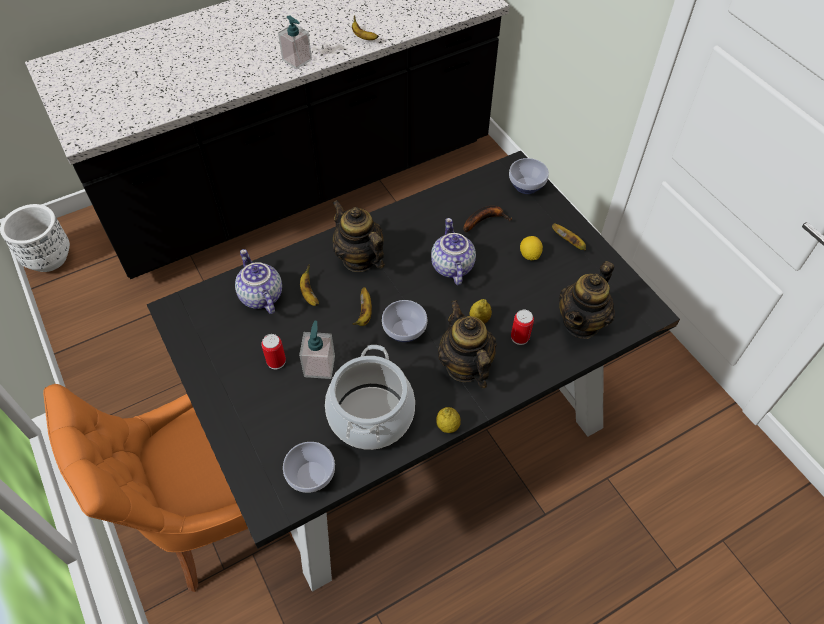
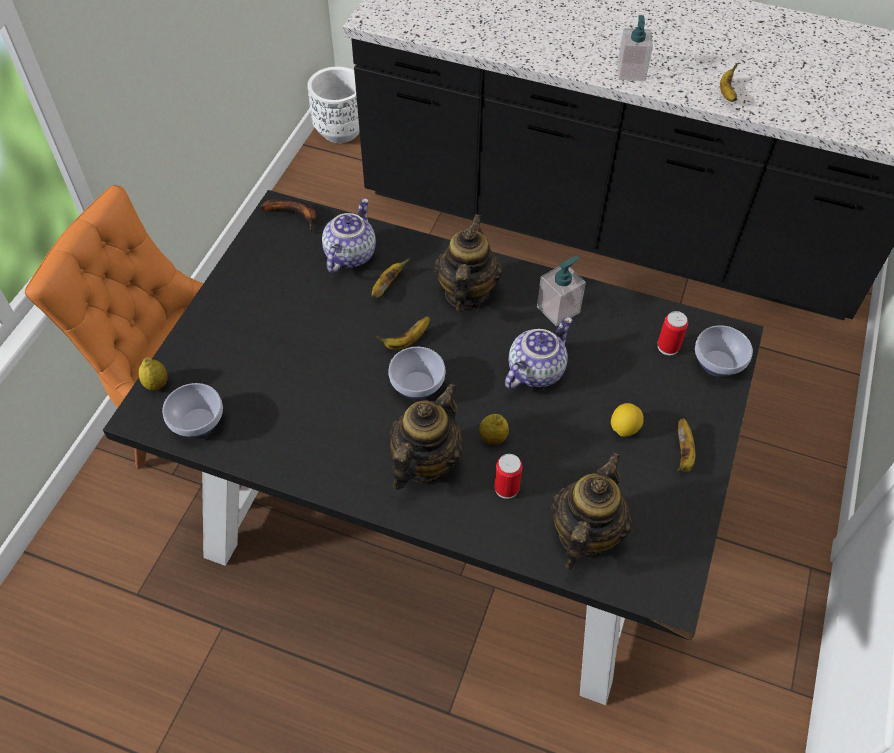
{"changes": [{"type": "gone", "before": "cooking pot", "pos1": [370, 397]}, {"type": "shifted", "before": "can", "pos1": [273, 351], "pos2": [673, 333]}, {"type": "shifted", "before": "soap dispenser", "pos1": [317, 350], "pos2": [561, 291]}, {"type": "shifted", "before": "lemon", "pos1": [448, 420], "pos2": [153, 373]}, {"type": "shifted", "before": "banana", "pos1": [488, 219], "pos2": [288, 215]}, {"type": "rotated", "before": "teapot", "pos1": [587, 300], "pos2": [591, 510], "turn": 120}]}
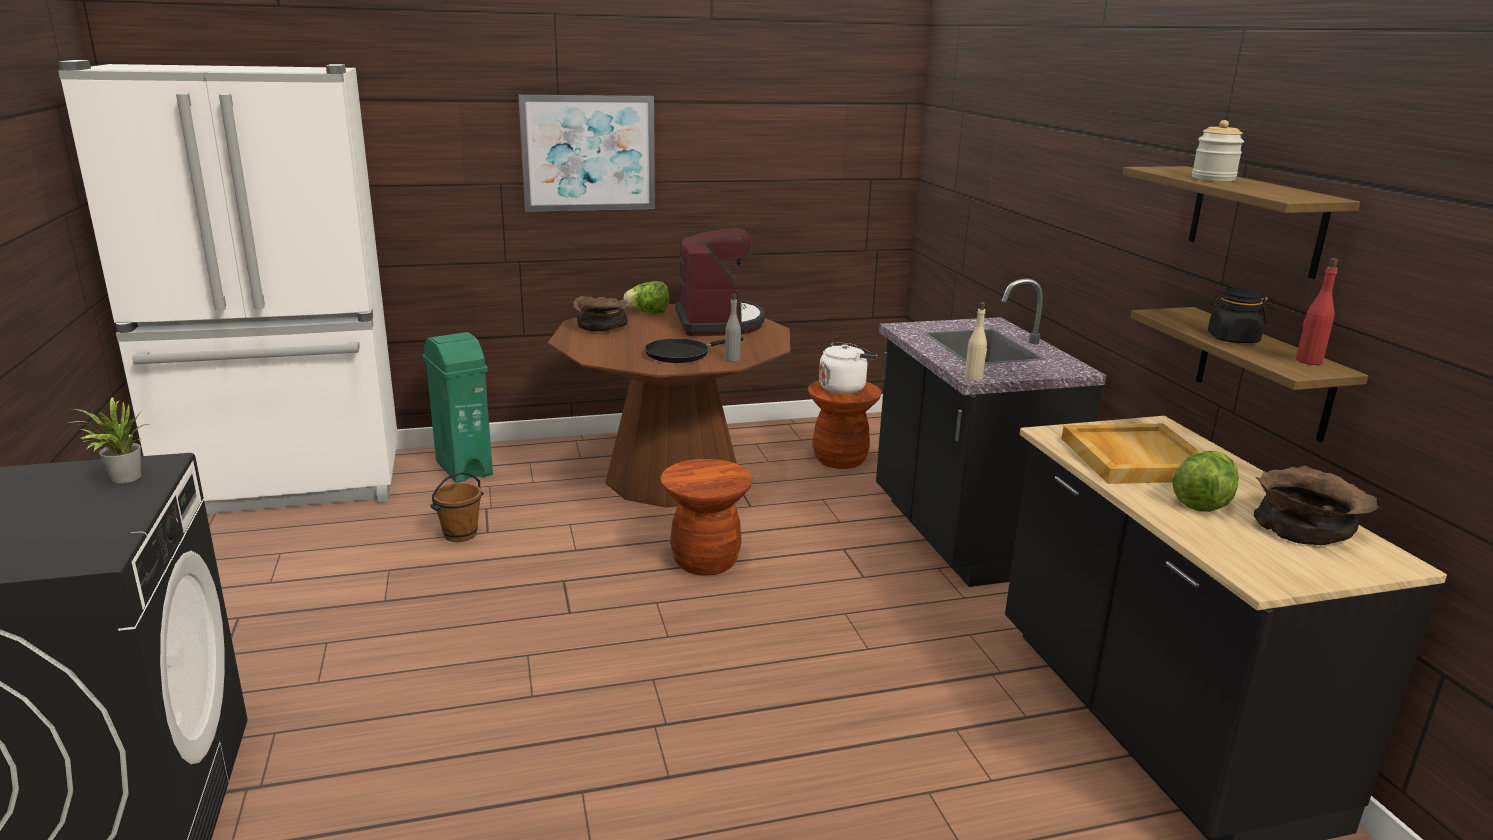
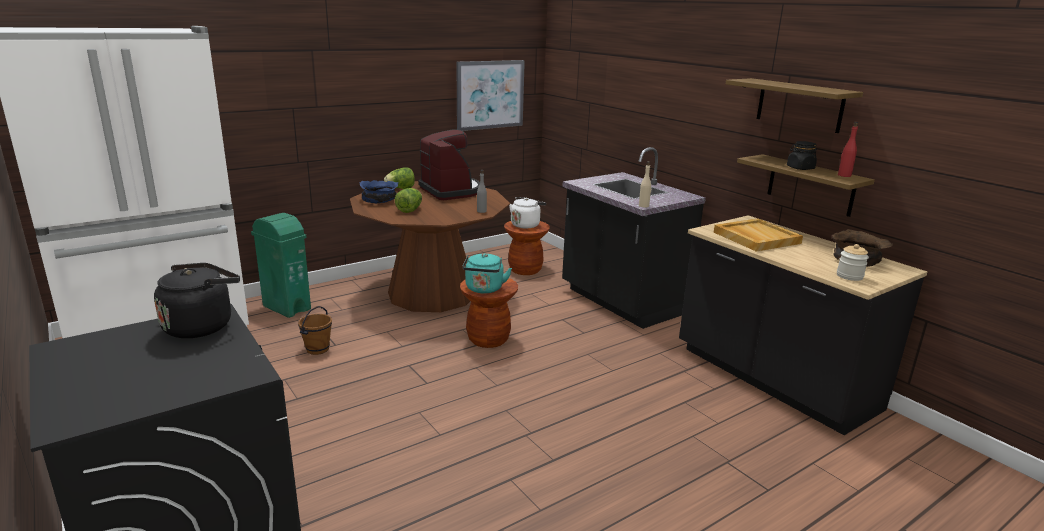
{"changes": [{"type": "gone", "before": "frying pan (black)", "pos1": [694, 350]}, {"type": "new", "after": "kettle (turquoise)", "pos2": [487, 273]}, {"type": "shifted", "before": "picture", "pos1": [586, 153], "pos2": [490, 95]}, {"type": "shifted", "before": "lettuce", "pos1": [1205, 481], "pos2": [408, 200]}, {"type": "shifted", "before": "jar", "pos1": [1218, 150], "pos2": [853, 262]}, {"type": "swapped", "before": "potted plant", "after": "kettle (black)", "pos1": [109, 440], "pos2": [197, 300]}, {"type": "repainted", "before": "bowl (brown)", "after": "bowl (blue)", "pos1": [603, 313], "pos2": [379, 191]}]}
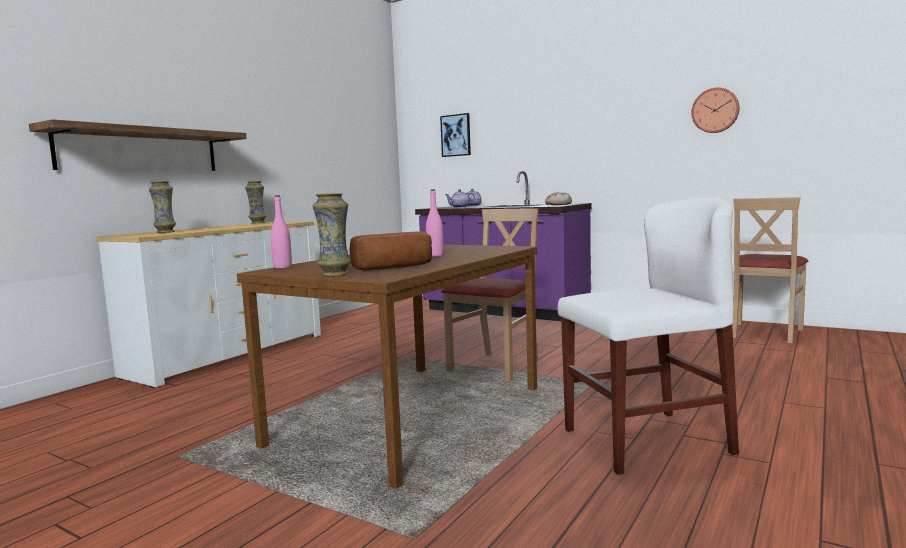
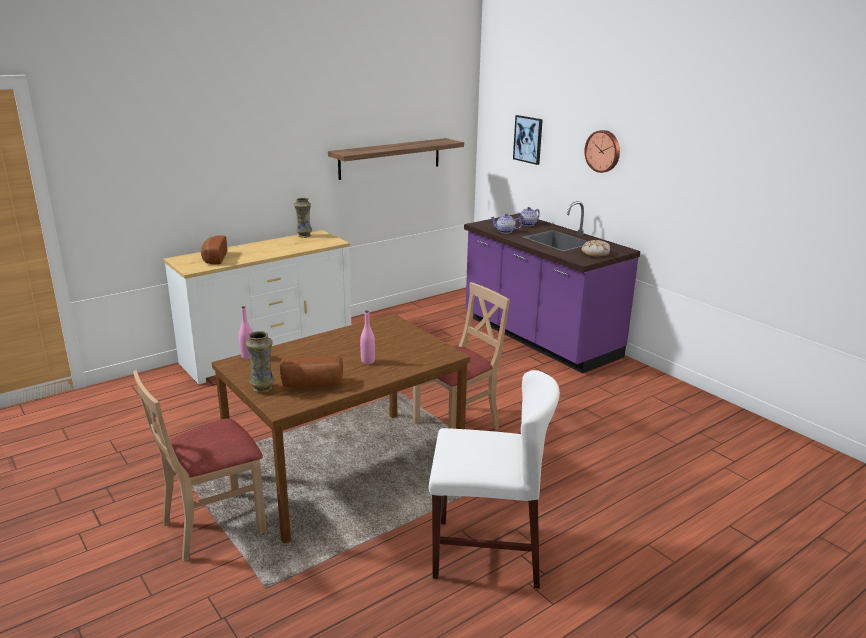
{"changes": [{"type": "shifted", "before": "shelf", "pos1": [138, 145], "pos2": [396, 159]}, {"type": "shifted", "before": "wall clock", "pos1": [715, 110], "pos2": [602, 151]}, {"type": "shifted", "before": "chair (beige)", "pos1": [770, 270], "pos2": [200, 466]}, {"type": "swapped", "before": "vase", "after": "bread", "pos1": [162, 207], "pos2": [214, 250]}]}
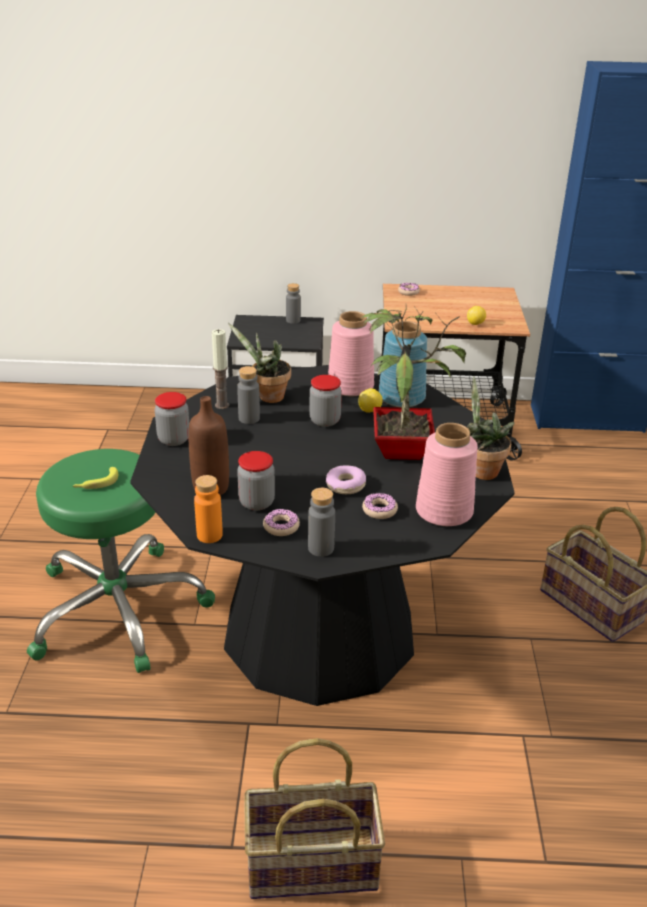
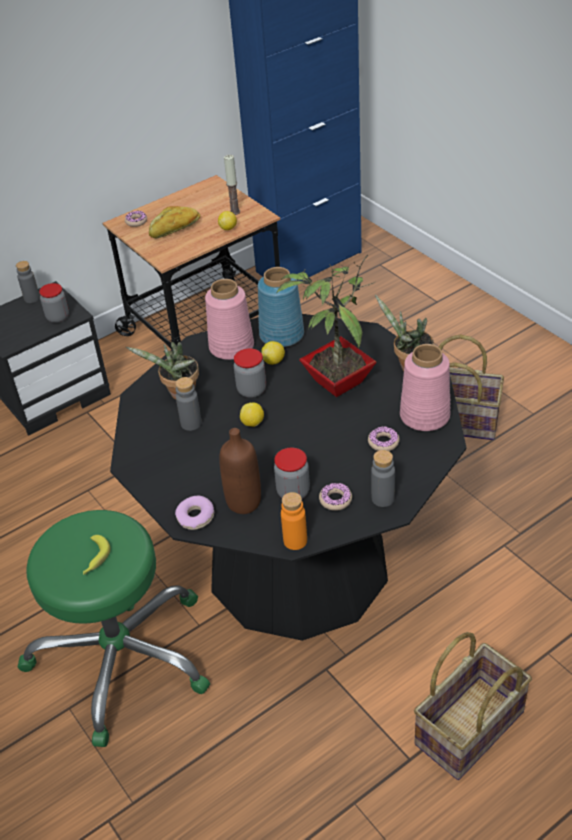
{"changes": [{"type": "new", "after": "bread", "pos2": [174, 222]}, {"type": "new", "after": "lemon", "pos2": [252, 414]}, {"type": "shifted", "before": "jar", "pos1": [172, 419], "pos2": [54, 303]}, {"type": "shifted", "before": "candle", "pos1": [220, 369], "pos2": [232, 185]}, {"type": "shifted", "before": "donut", "pos1": [346, 479], "pos2": [194, 513]}]}
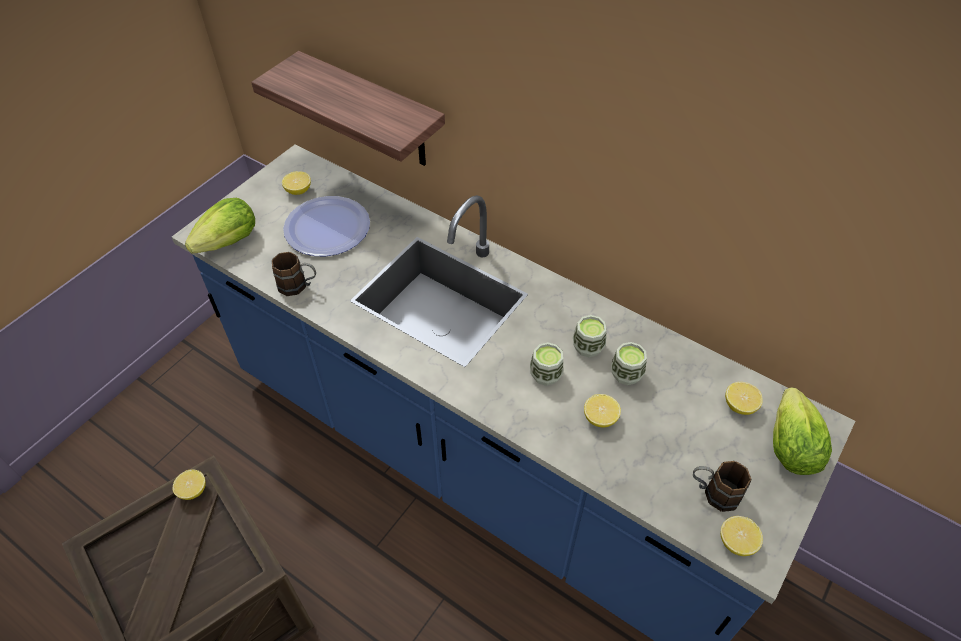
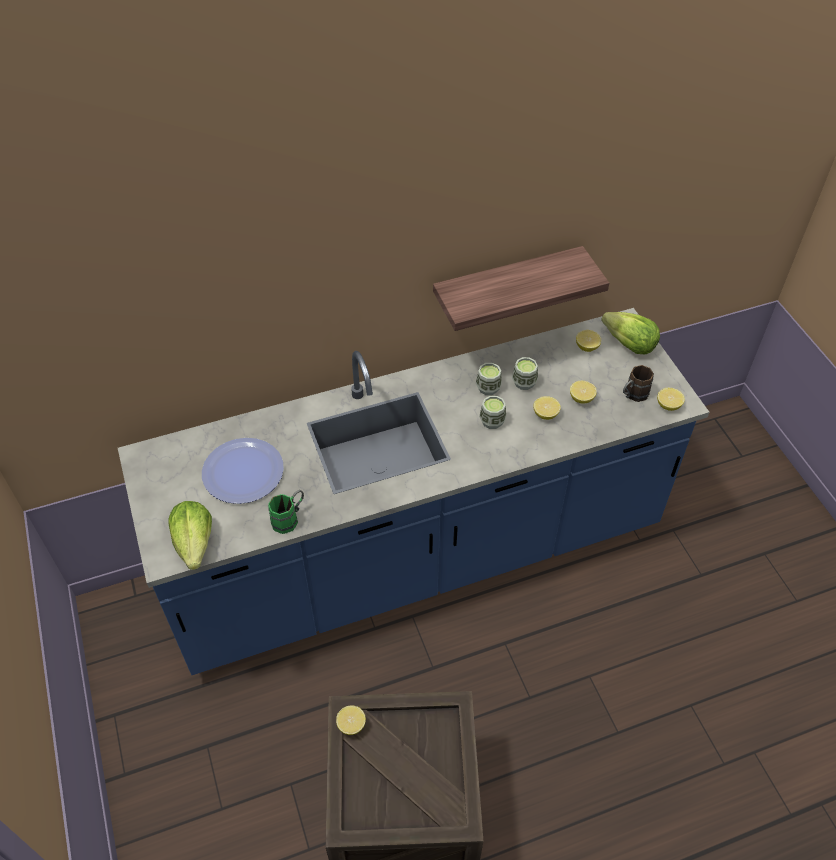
{"changes": [{"type": "shifted", "before": "shelf", "pos1": [348, 108], "pos2": [521, 288]}, {"type": "shifted", "before": "lemon", "pos1": [296, 183], "pos2": [583, 392]}, {"type": "repainted", "before": "mug (brown)", "after": "mug (green)", "pos1": [294, 274], "pos2": [286, 512]}]}
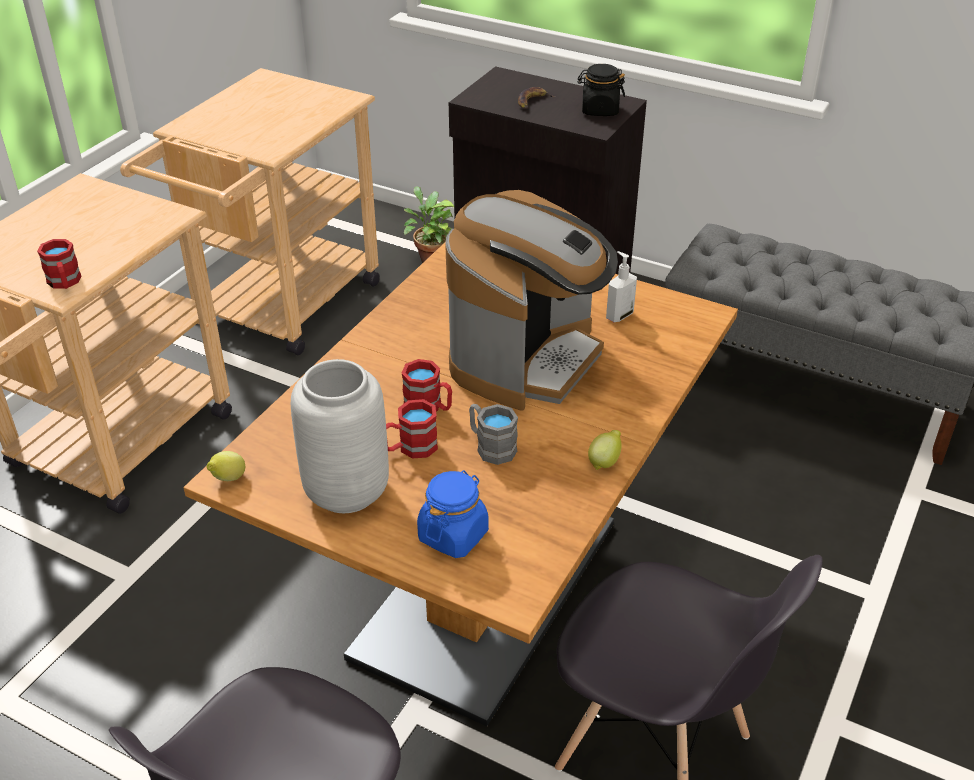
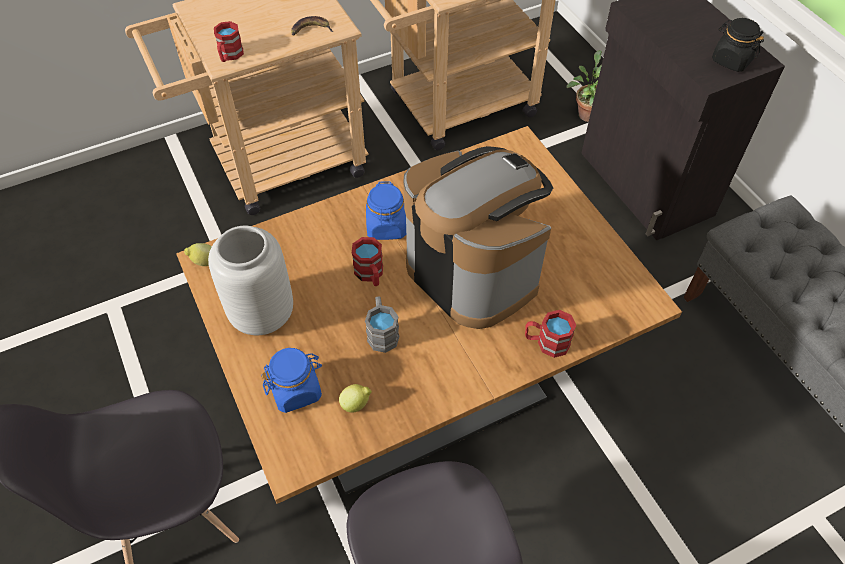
{"changes": [{"type": "gone", "before": "soap dispenser", "pos1": [621, 286]}, {"type": "new", "after": "jar (blue)", "pos2": [386, 210]}, {"type": "shifted", "before": "mug (red)", "pos1": [412, 429], "pos2": [550, 334]}, {"type": "shifted", "before": "banana", "pos1": [537, 98], "pos2": [312, 25]}, {"type": "shifted", "before": "lemon", "pos1": [605, 450], "pos2": [355, 398]}, {"type": "rotated", "before": "coffee machine", "pos1": [531, 300], "pos2": [478, 237], "turn": -105}]}
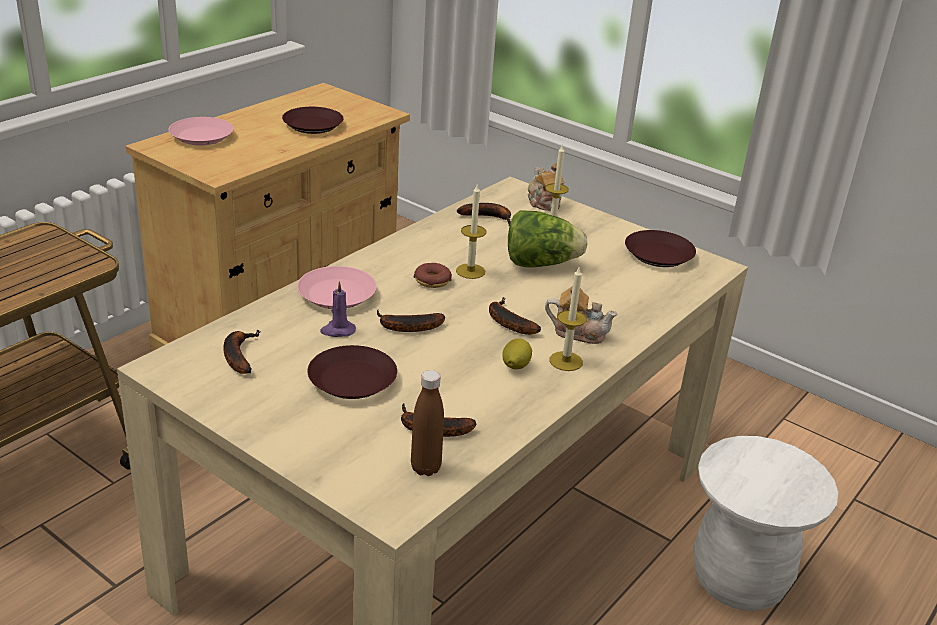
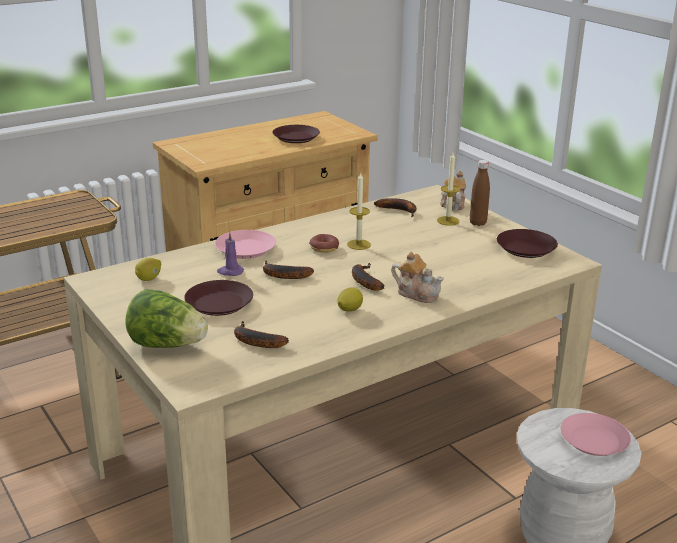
{"changes": [{"type": "gone", "before": "candle", "pos1": [568, 319]}, {"type": "shifted", "before": "plate (pink)", "pos1": [201, 131], "pos2": [596, 434]}, {"type": "shifted", "before": "bottle (brown)", "pos1": [427, 423], "pos2": [480, 193]}, {"type": "shifted", "before": "lettuce", "pos1": [547, 239], "pos2": [166, 318]}, {"type": "swapped", "before": "banana", "after": "lemon", "pos1": [241, 352], "pos2": [148, 269]}]}
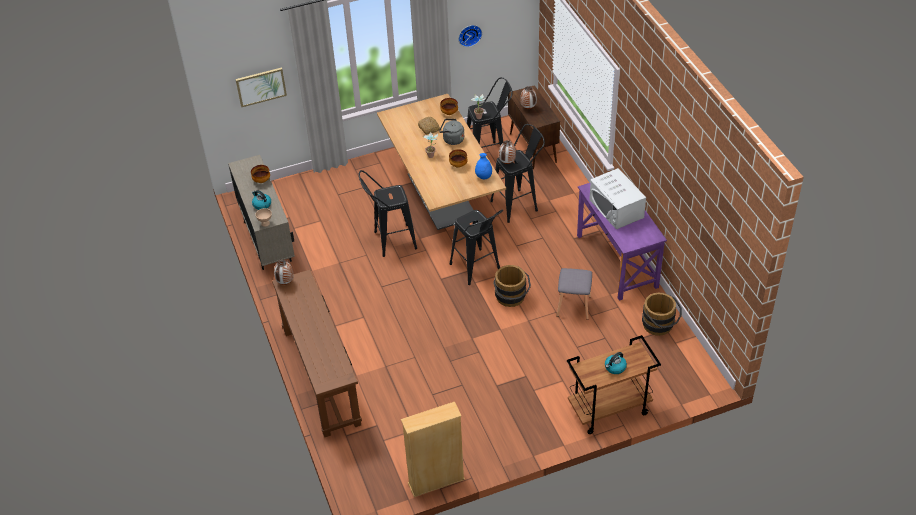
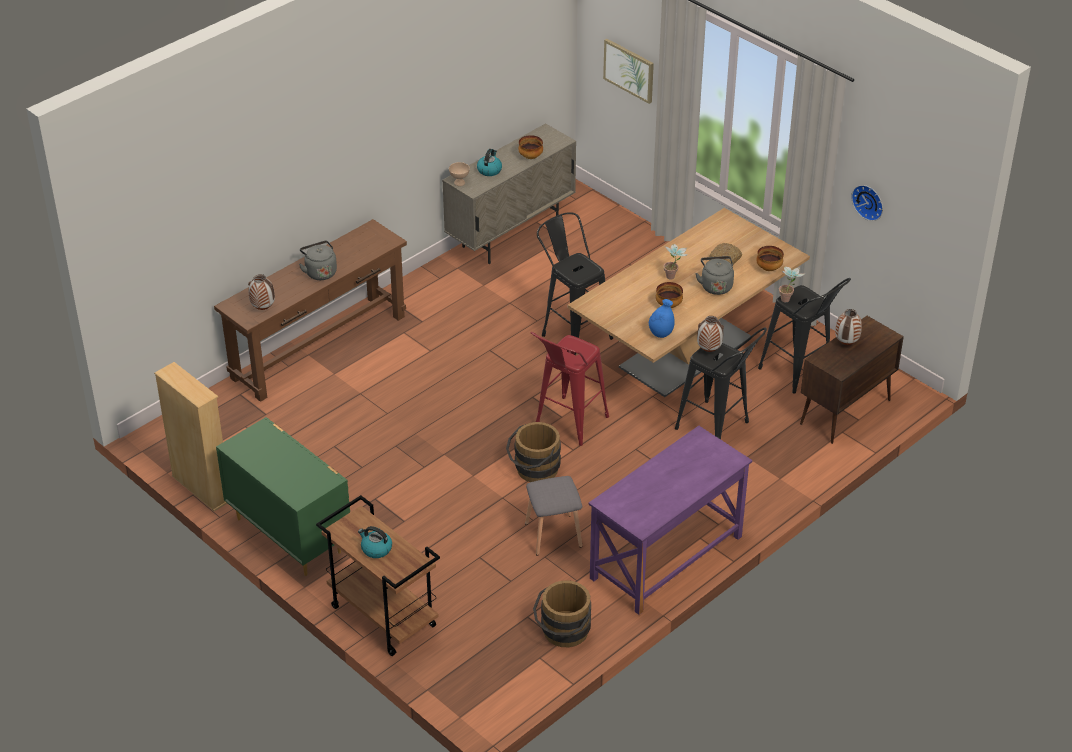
{"changes": [{"type": "gone", "before": "microwave (white)", "pos1": [617, 199]}, {"type": "new", "after": "dresser (green)", "pos2": [283, 496]}, {"type": "new", "after": "kettle (grey)", "pos2": [318, 260]}, {"type": "shifted", "before": "vase", "pos1": [284, 272], "pos2": [261, 292]}, {"type": "repainted", "before": "stool (black)", "after": "stool (red)", "pos1": [476, 247], "pos2": [569, 389]}]}
